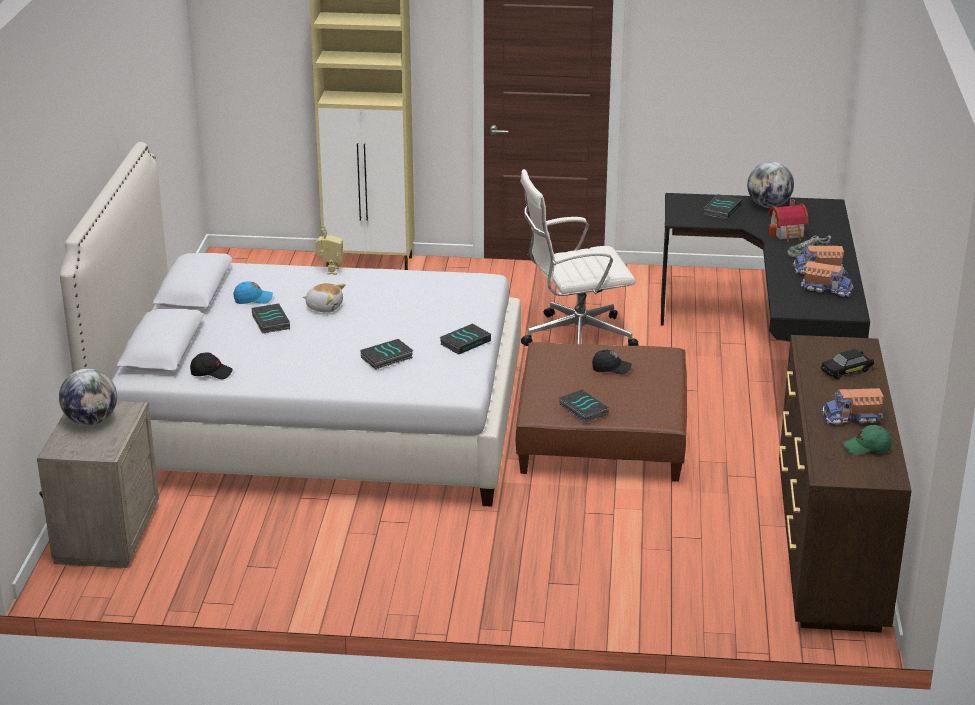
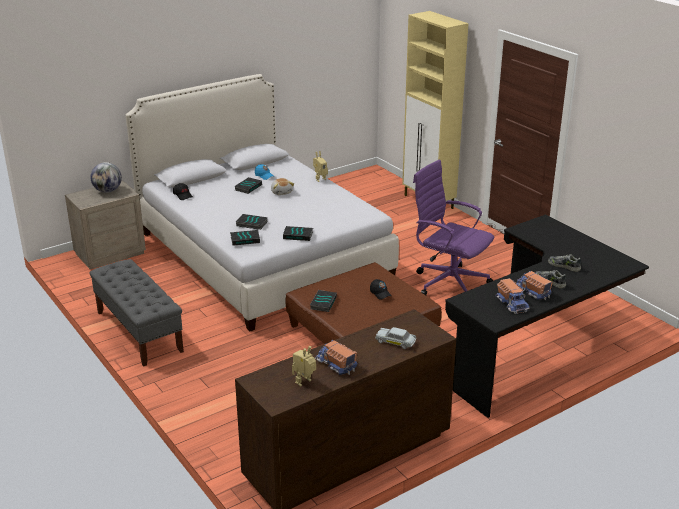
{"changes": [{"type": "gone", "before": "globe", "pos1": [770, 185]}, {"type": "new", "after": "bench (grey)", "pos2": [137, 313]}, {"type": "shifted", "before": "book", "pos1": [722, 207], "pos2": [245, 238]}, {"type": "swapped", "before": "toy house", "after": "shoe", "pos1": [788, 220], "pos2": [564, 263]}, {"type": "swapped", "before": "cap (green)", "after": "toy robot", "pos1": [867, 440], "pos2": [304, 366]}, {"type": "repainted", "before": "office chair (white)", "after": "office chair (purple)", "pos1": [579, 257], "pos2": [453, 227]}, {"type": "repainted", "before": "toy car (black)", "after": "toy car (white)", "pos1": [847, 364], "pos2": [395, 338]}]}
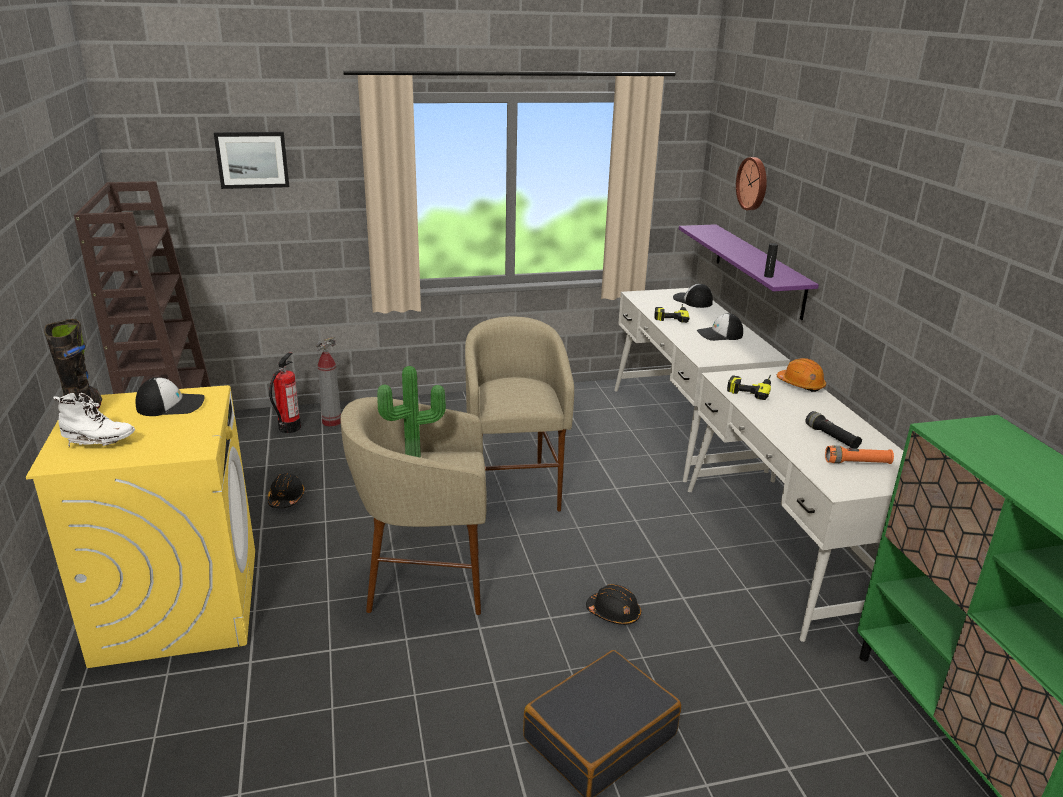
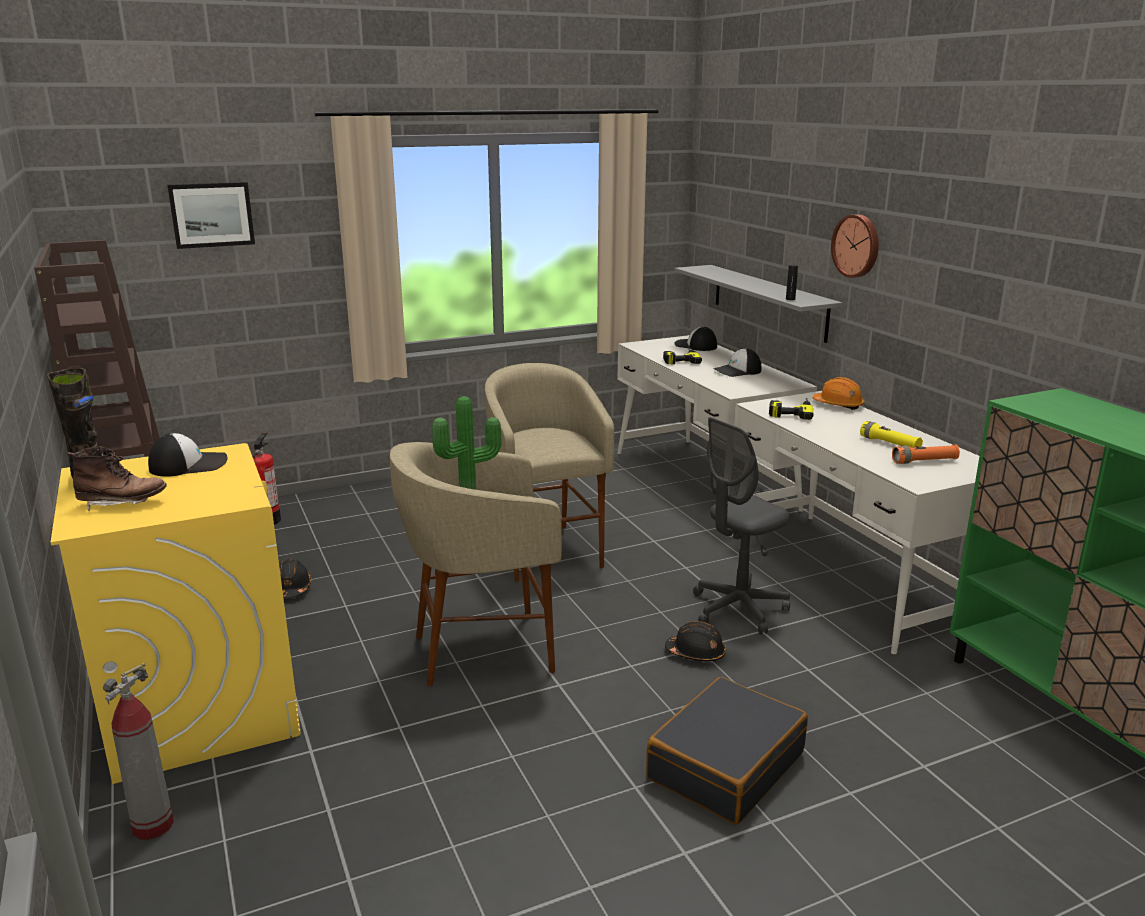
{"changes": [{"type": "new", "after": "office chair (grey)", "pos2": [741, 526]}, {"type": "shifted", "before": "fire extinguisher", "pos1": [328, 382], "pos2": [138, 751]}, {"type": "shifted", "before": "wall clock", "pos1": [751, 183], "pos2": [855, 246]}, {"type": "repainted", "before": "boot (white)", "after": "boot (brown)", "pos1": [94, 420], "pos2": [117, 478]}, {"type": "repainted", "before": "shelf (purple)", "after": "shelf (grey)", "pos1": [749, 272], "pos2": [758, 304]}, {"type": "repainted", "before": "flashlight (black)", "after": "flashlight (yellow)", "pos1": [833, 430], "pos2": [891, 434]}]}
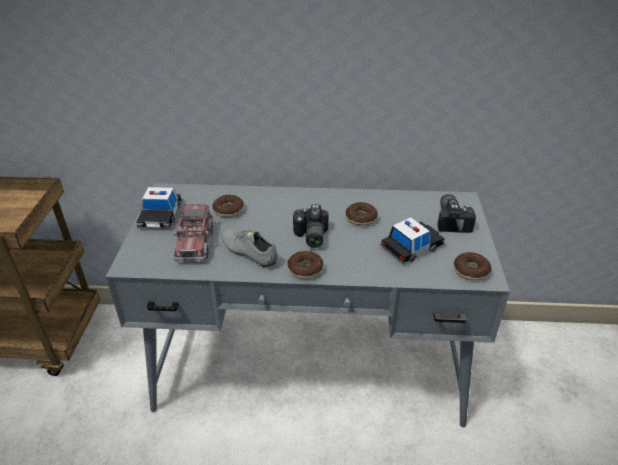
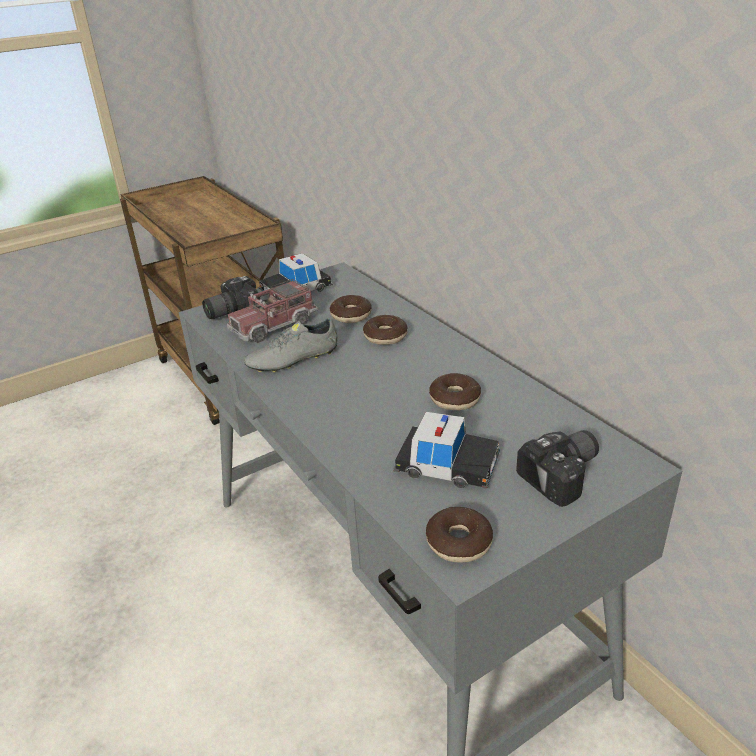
{"changes": [{"type": "shifted", "before": "donut", "pos1": [305, 265], "pos2": [385, 330]}, {"type": "shifted", "before": "photo camera", "pos1": [310, 226], "pos2": [231, 297]}, {"type": "rotated", "before": "shoe (grey)", "pos1": [249, 248], "pos2": [291, 345], "turn": -120}]}
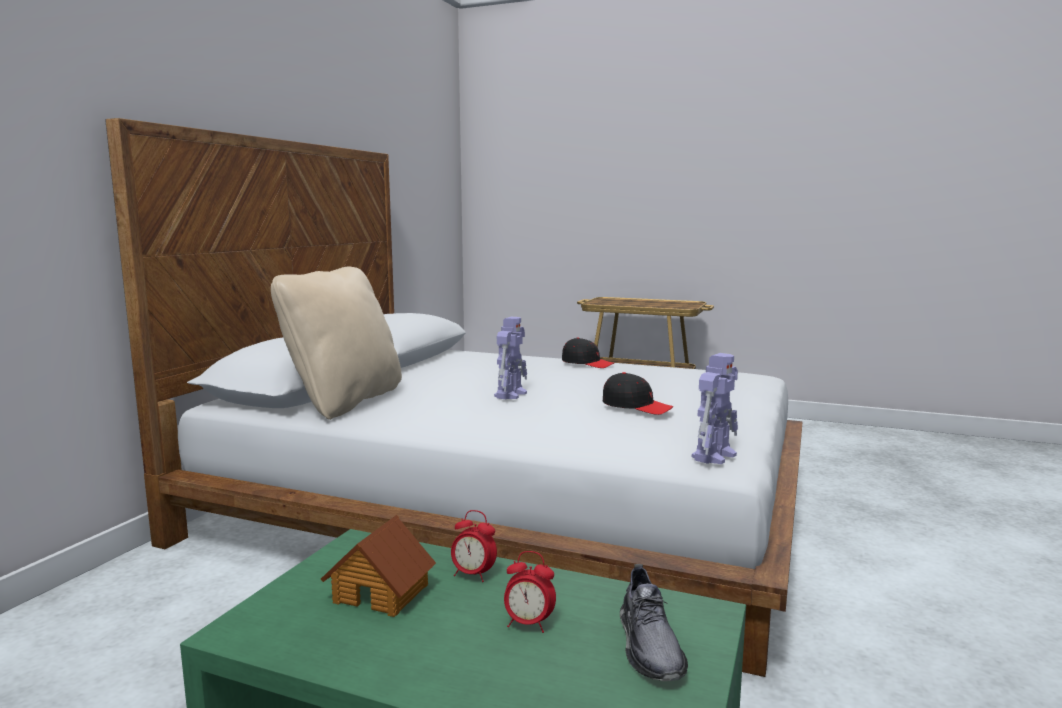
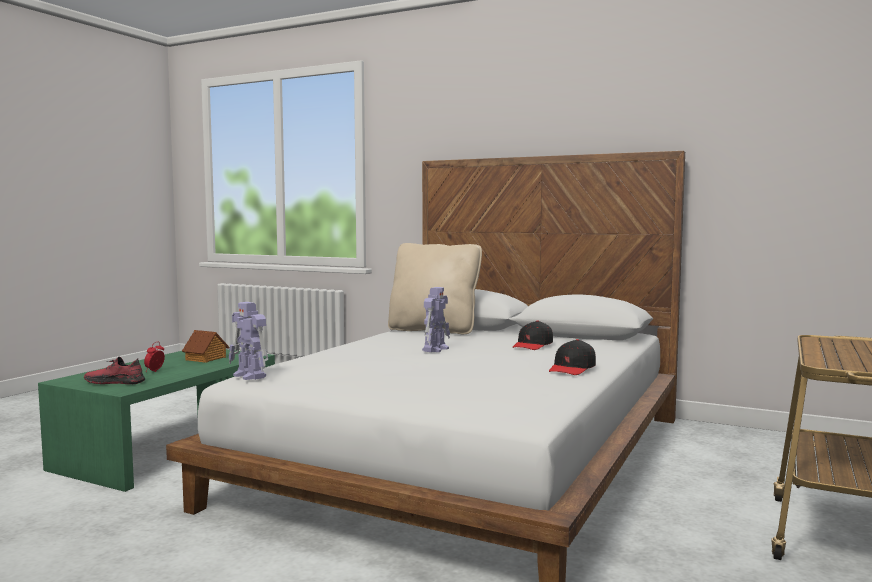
{"changes": [{"type": "gone", "before": "alarm clock", "pos1": [474, 546]}, {"type": "shifted", "before": "cap (black)", "pos1": [638, 393], "pos2": [533, 335]}, {"type": "repainted", "before": "shoe (grey)", "after": "shoe (red)", "pos1": [654, 622], "pos2": [114, 370]}, {"type": "rotated", "before": "toy robot", "pos1": [510, 358], "pos2": [436, 319], "turn": -90}]}
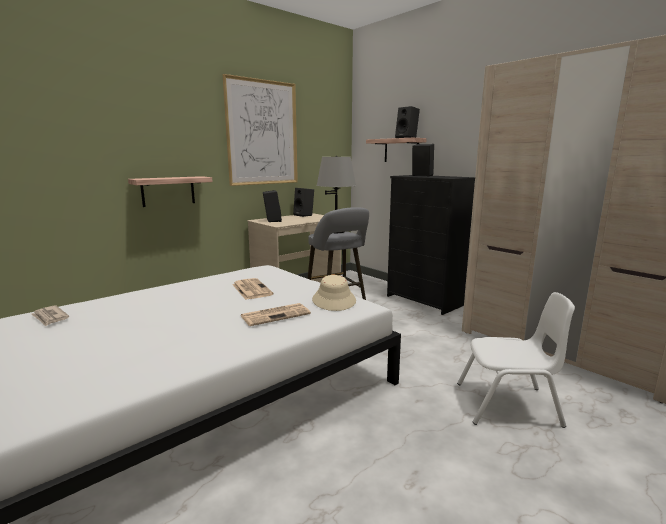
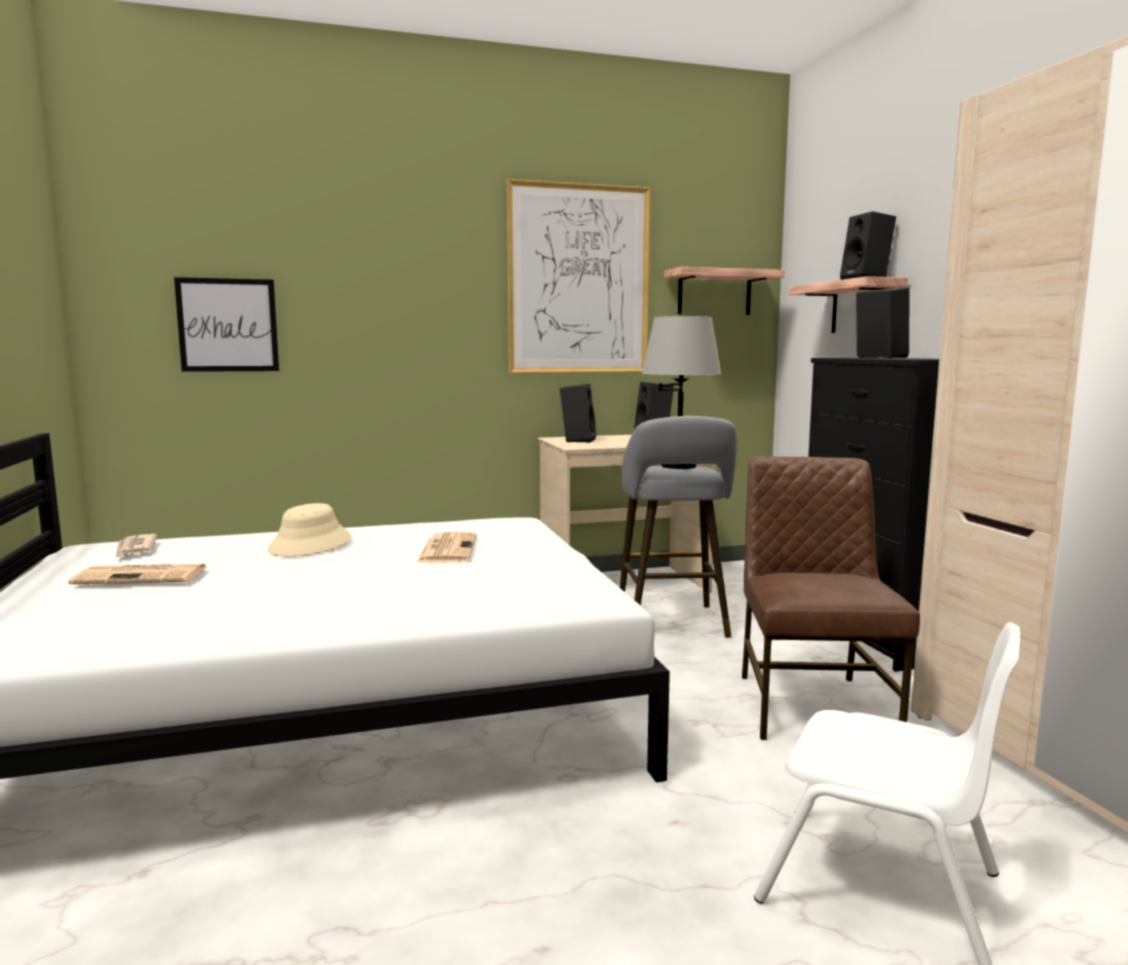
{"changes": [{"type": "new", "after": "picture", "pos2": [226, 324]}, {"type": "new", "after": "chair (brown)", "pos2": [831, 598]}, {"type": "shifted", "before": "shelf", "pos1": [170, 191], "pos2": [724, 291]}, {"type": "shifted", "before": "newspaper", "pos1": [276, 314], "pos2": [138, 574]}, {"type": "shifted", "before": "hat (beige)", "pos1": [334, 293], "pos2": [309, 529]}]}
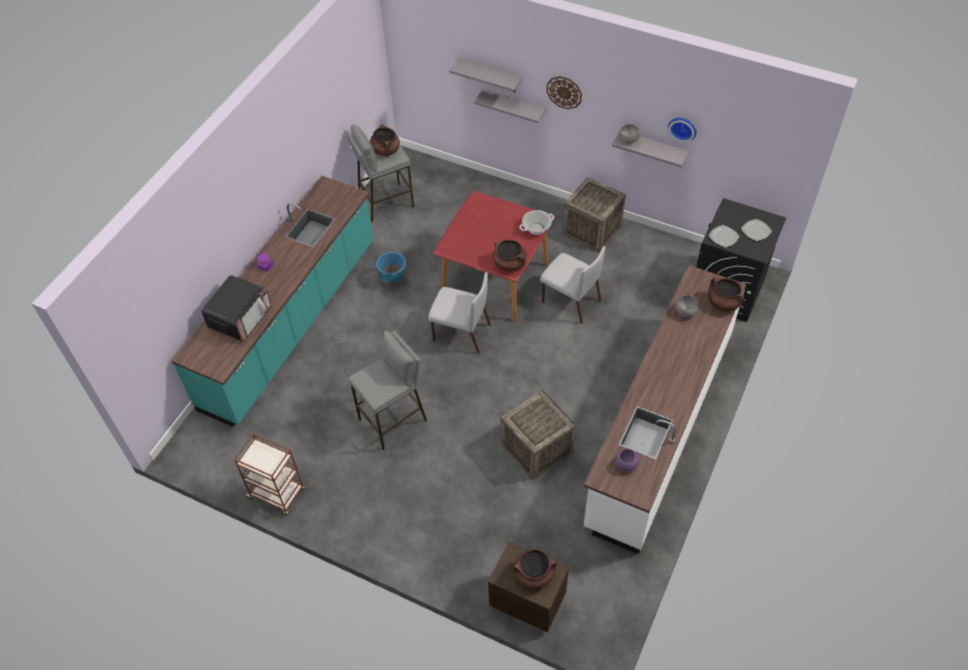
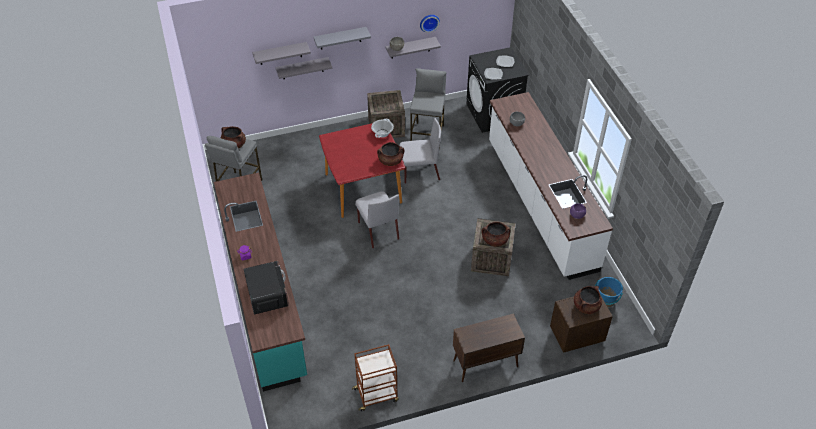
{"changes": [{"type": "new", "after": "cabinet (brown)", "pos2": [489, 348]}, {"type": "shifted", "before": "stool (grey)", "pos1": [387, 390], "pos2": [428, 109]}, {"type": "shifted", "before": "bucket (blue)", "pos1": [391, 269], "pos2": [609, 292]}, {"type": "shifted", "before": "cooking pot (brown)", "pos1": [726, 295], "pos2": [495, 234]}, {"type": "swapped", "before": "wall clock", "after": "shelf (grey)", "pos1": [564, 92], "pos2": [342, 38]}, {"type": "rotated", "before": "chair (grey)", "pos1": [459, 312], "pos2": [377, 219], "turn": 90}]}
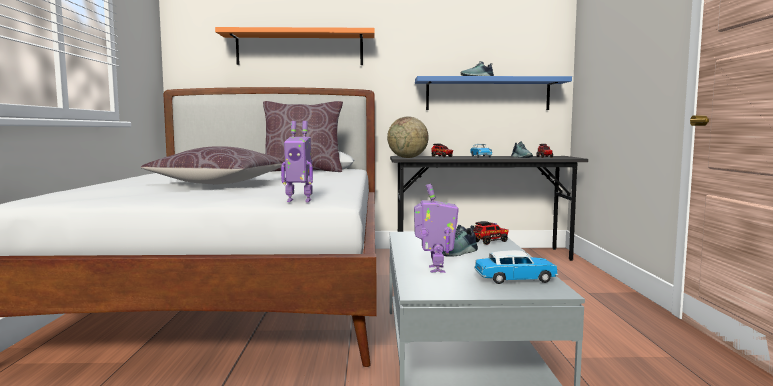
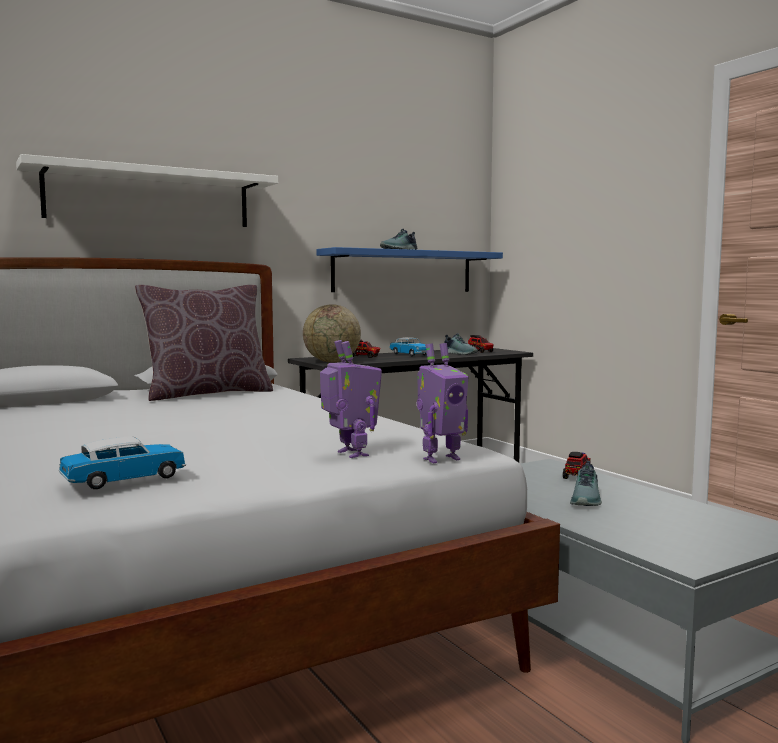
{"changes": [{"type": "gone", "before": "pillow (brown)", "pos1": [213, 165]}, {"type": "shifted", "before": "toy robot", "pos1": [436, 228], "pos2": [351, 399]}, {"type": "shifted", "before": "toy car", "pos1": [516, 267], "pos2": [122, 463]}, {"type": "repainted", "before": "shelf (orange)", "after": "shelf (white)", "pos1": [295, 46], "pos2": [147, 190]}]}
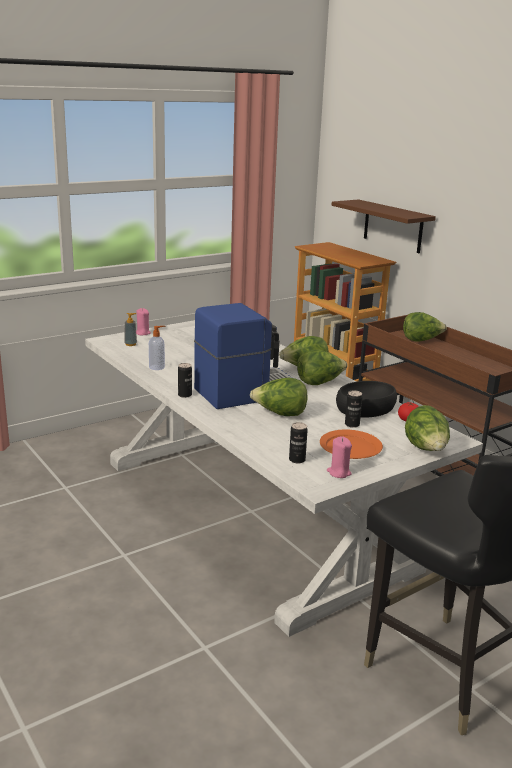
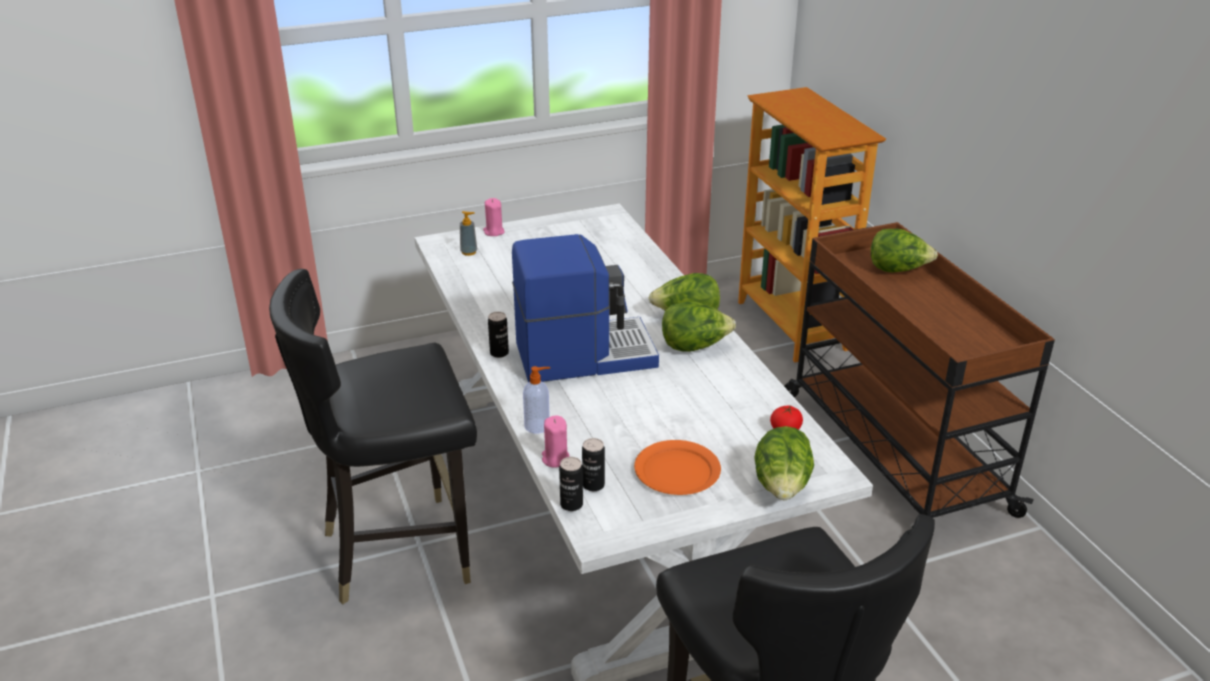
{"changes": [{"type": "gone", "before": "lettuce", "pos1": [279, 397]}, {"type": "gone", "before": "shelf (brown)", "pos1": [383, 226]}, {"type": "gone", "before": "bowl (black)", "pos1": [366, 399]}, {"type": "new", "after": "chair (black)", "pos2": [373, 436]}, {"type": "shifted", "before": "soap dispenser", "pos1": [157, 348], "pos2": [536, 400]}, {"type": "shifted", "before": "candle (pink)", "pos1": [339, 457], "pos2": [556, 442]}, {"type": "shifted", "before": "can", "pos1": [353, 409], "pos2": [571, 484]}]}
